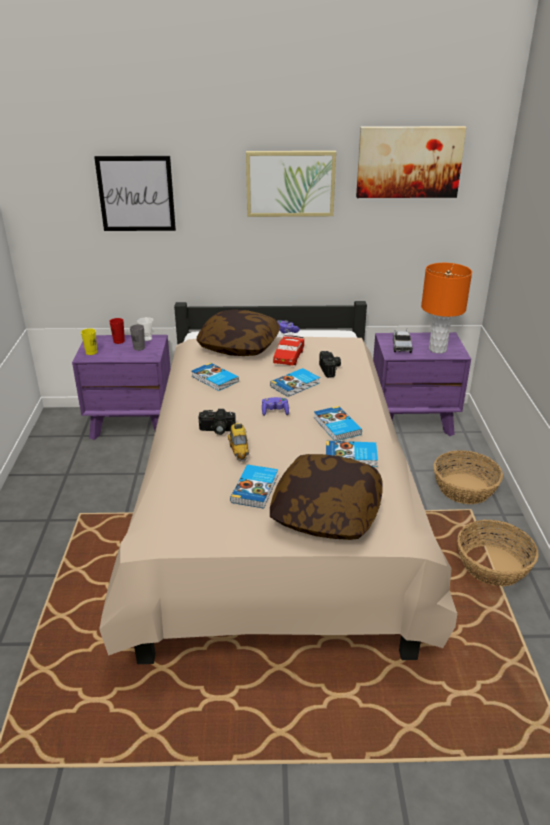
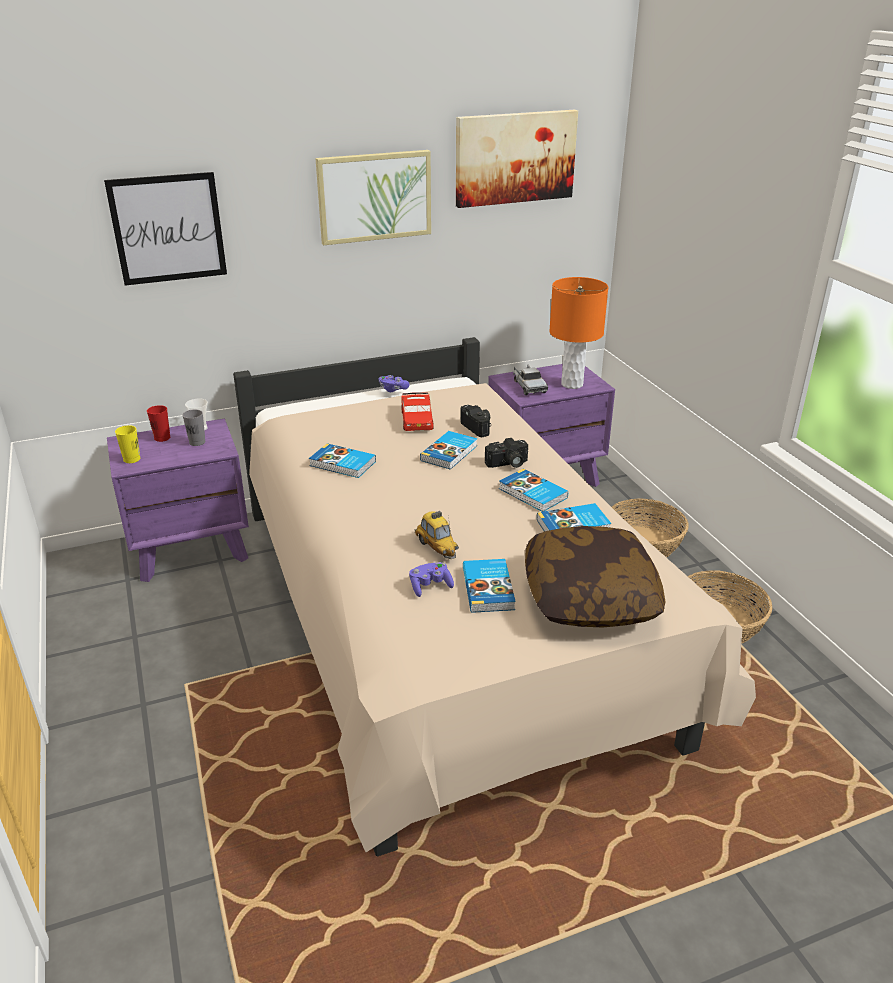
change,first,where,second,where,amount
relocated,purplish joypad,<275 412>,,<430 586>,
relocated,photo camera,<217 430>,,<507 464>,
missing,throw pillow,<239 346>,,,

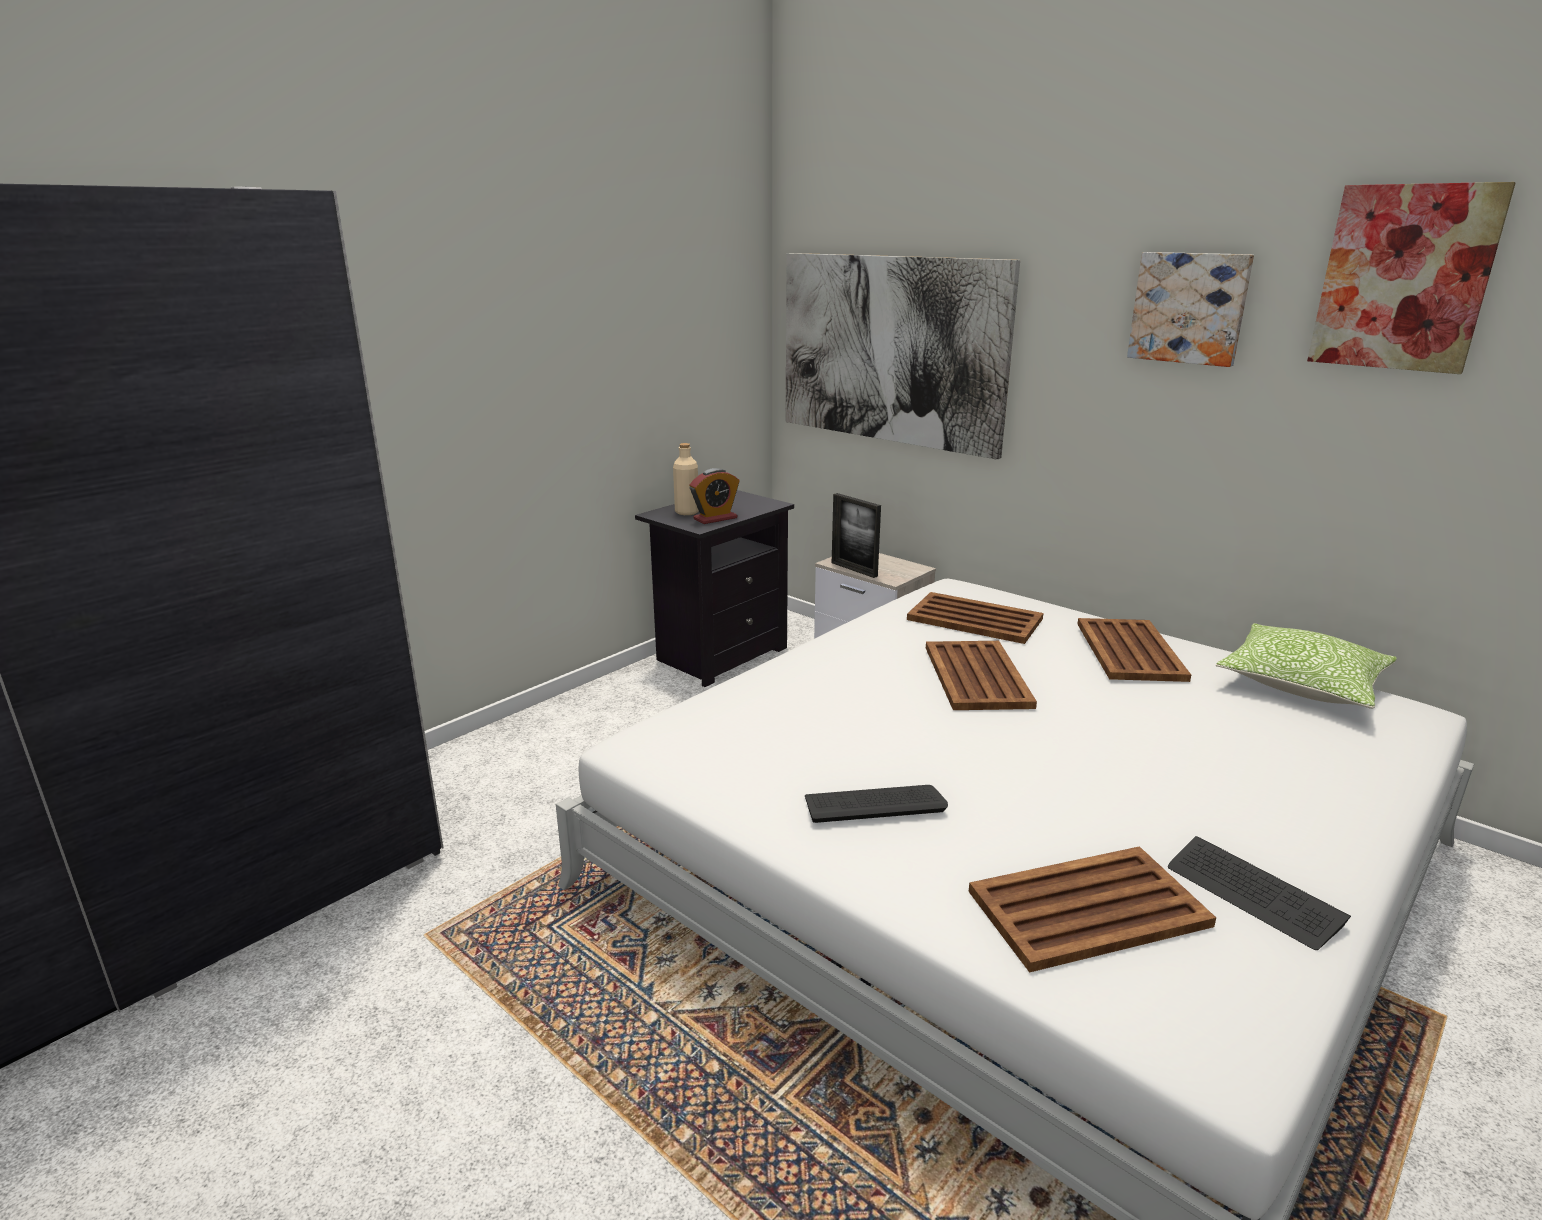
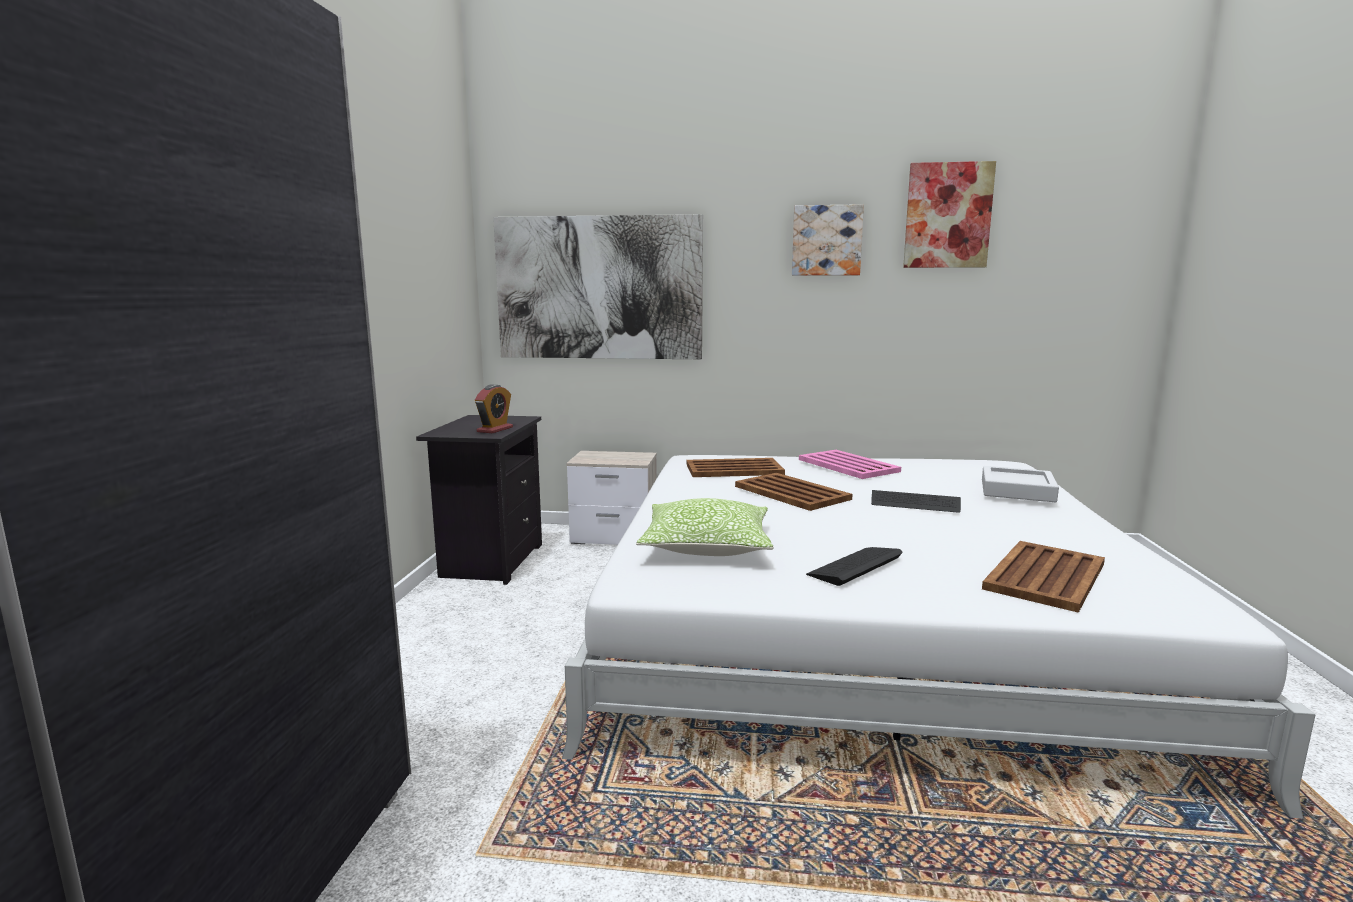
change,first,where,second,where,amount
relocated,throw pillow,<1302 684>,,<707 546>,
colour,brown tray,<1130 651>,pink tray,<848 466>,
relocated,computer keyboard,<1253 894>,,<915 503>,
appeared,,,grey tray,<1017 491>,
missing,sand-coloured drink bottle,<687 512>,,,
missing,standing frame,<854 569>,,,

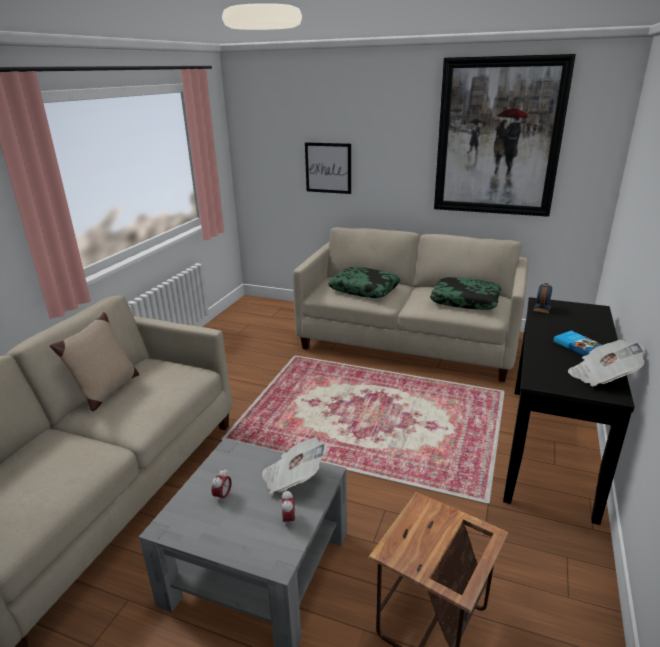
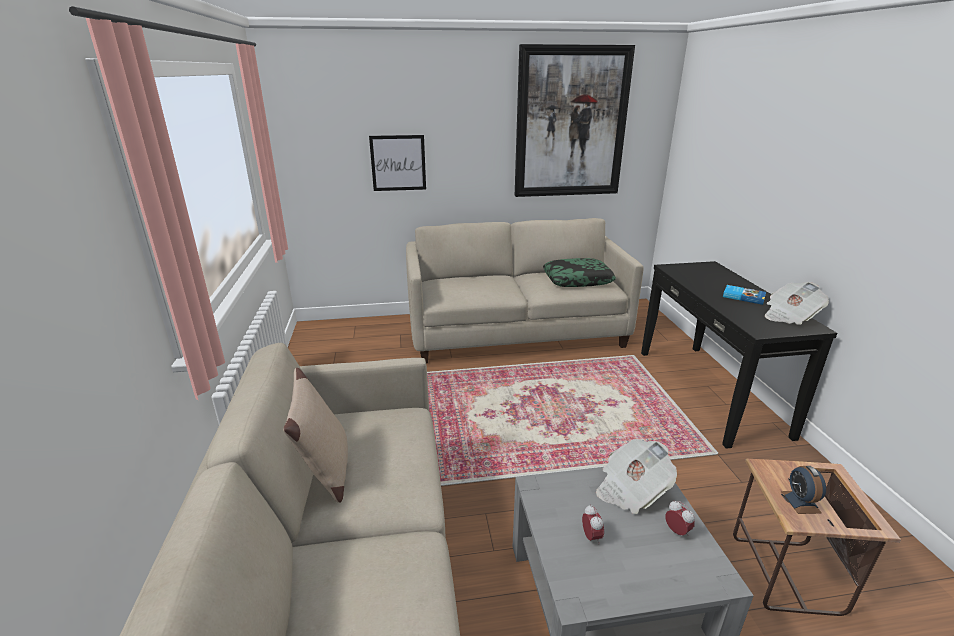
change,first,where,second,where,amount
relocated,bedside clock,<542 308>,,<800 502>,
missing,throw pillow,<364 289>,,,

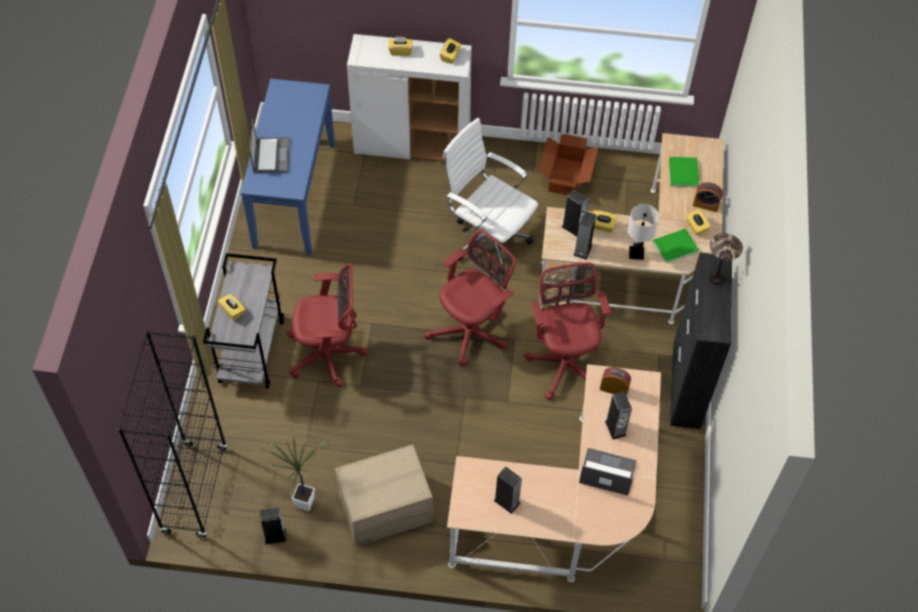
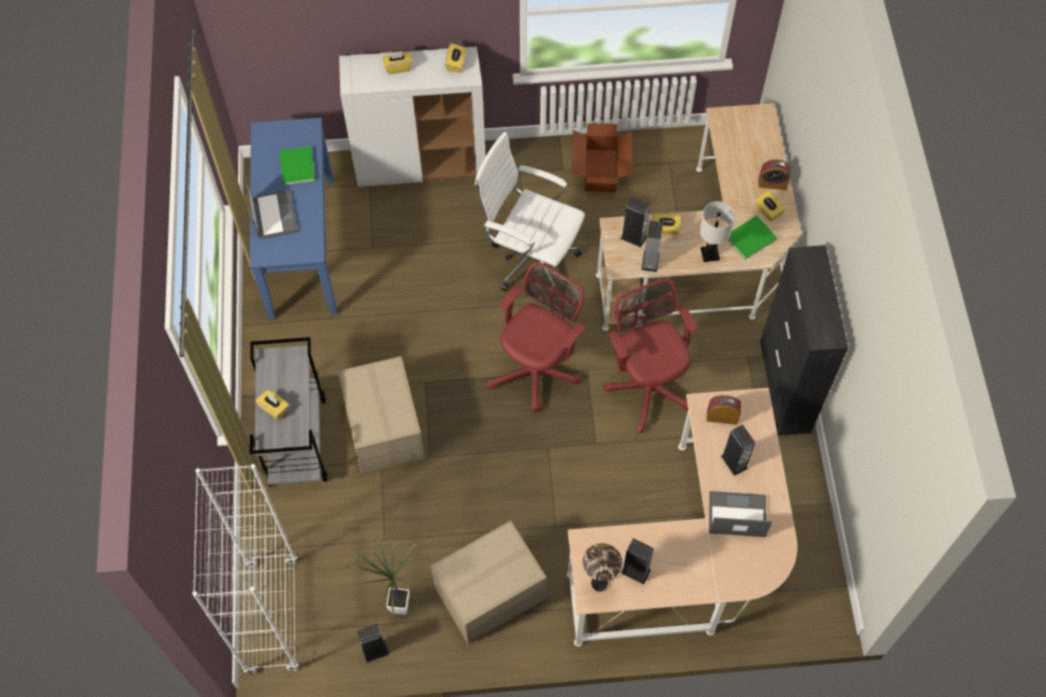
change,first,where,second,where,amount
colour,black-coloured bookshelf,<195 489>,white bookshelf,<272 616>,
relocated,green-coloured volume,<682 174>,,<296 168>,
exchanged,reddish desk chair,<329 355>,packing box,<385 428>,
relocated,lamp for a table,<716 278>,,<599 583>,

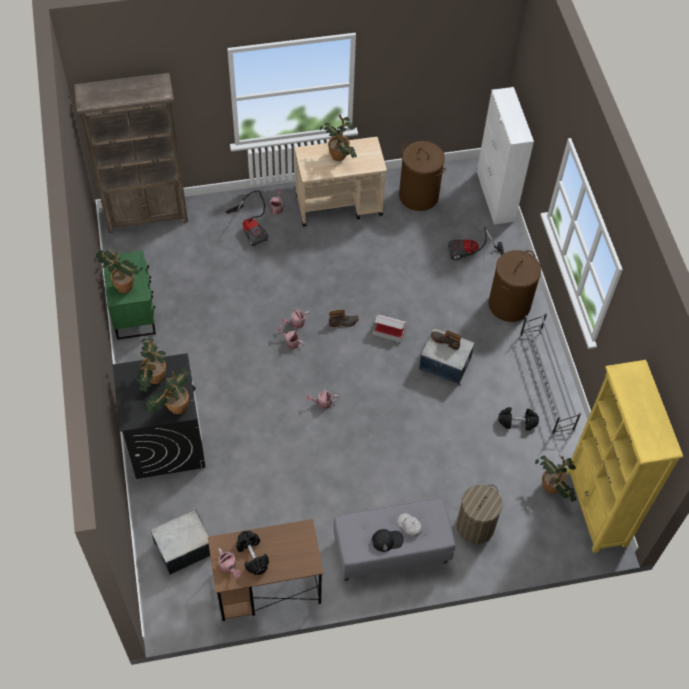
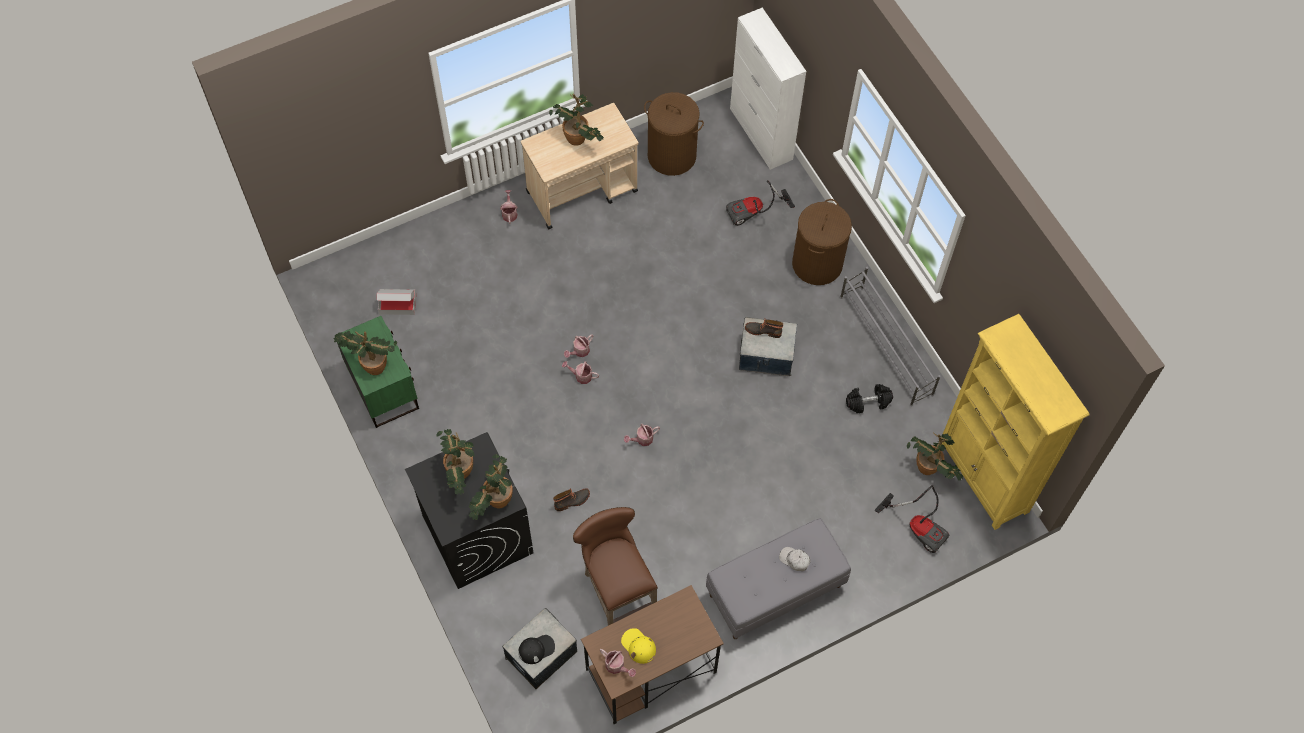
change,first,where,second,where,amount
relocated,packing box,<389 330>,,<397 304>,
relocated,black-coloured peaked cap,<387 540>,,<536 649>,
relocated,high-top boot,<343 322>,,<572 501>,
appeared,,,brown stool seat,<616 590>,
exchanged,black-coloured dumbbell,<252 556>,yellow-coloured peaked cap,<638 646>,
relocated,vacuum cleaner,<251 229>,,<918 527>,
missing,brown bookshelf,<147 215>,,,
missing,hamper,<475 526>,,,

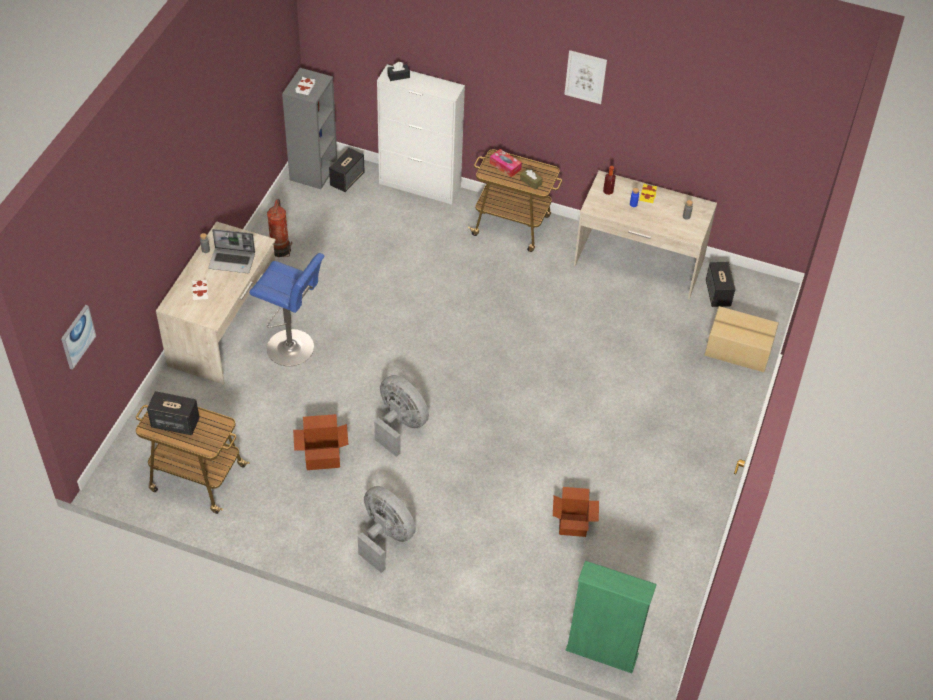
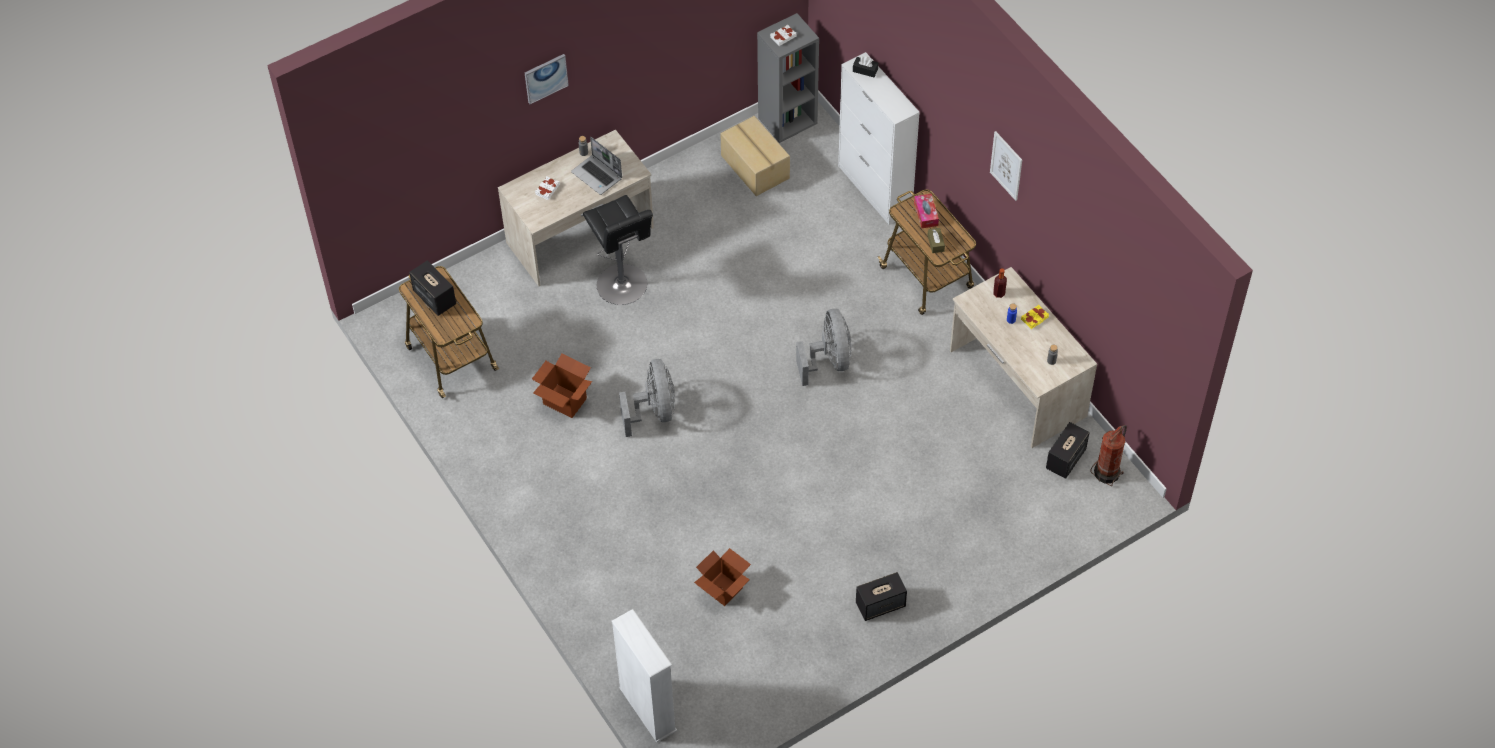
change,first,where,second,where,amount
relocated,wall art,<77 336>,,<545 78>,
colour,blue-coloured stool seat,<293 348>,black-coloured stool seat,<624 287>,
colour,green-coloured bookshelf,<601 652>,white bookshelf,<647 709>,
relocated,packing box,<738 350>,,<754 167>,
relocated,grey cooling fan,<385 538>,,<829 361>,
relocated,audio speaker,<347 179>,,<881 604>,
relocated,fire-fighting cylinder,<280 248>,,<1108 472>,

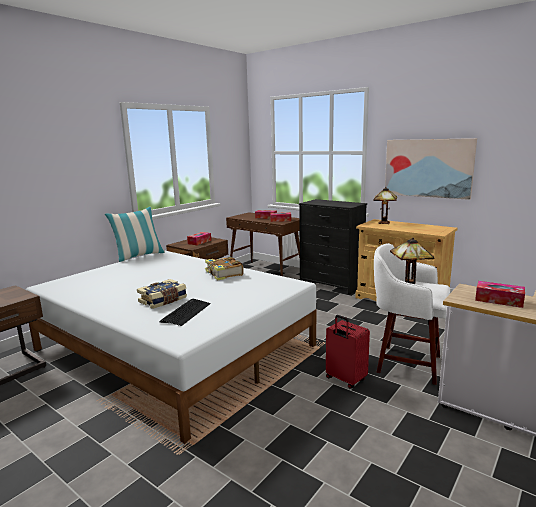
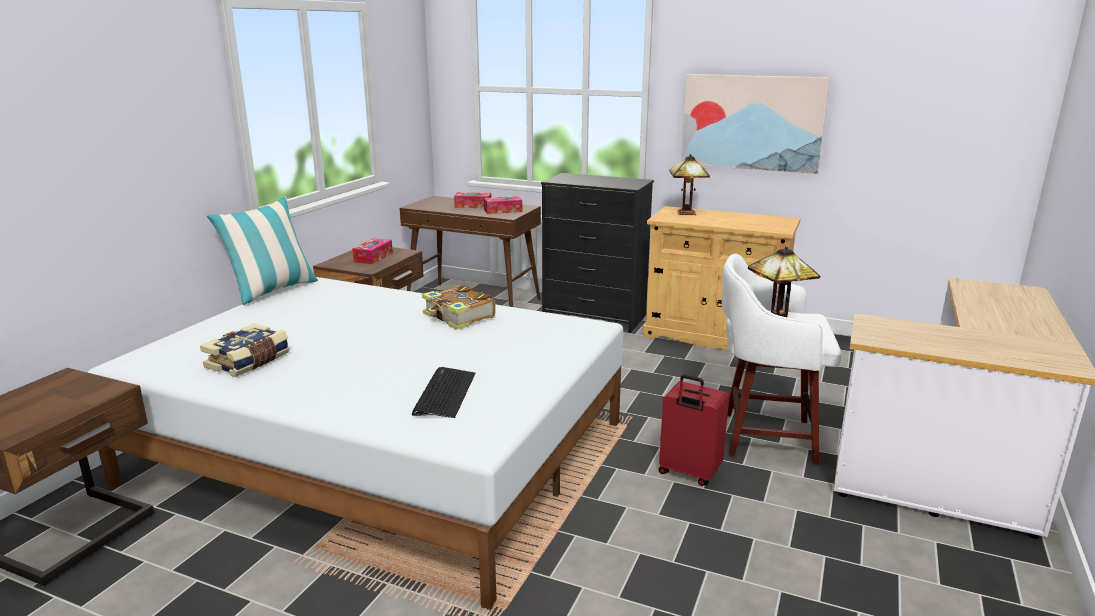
change,first,where,second,where,amount
relocated,volume,<163 301>,,<249 362>,
missing,tissue box,<499 300>,,,

